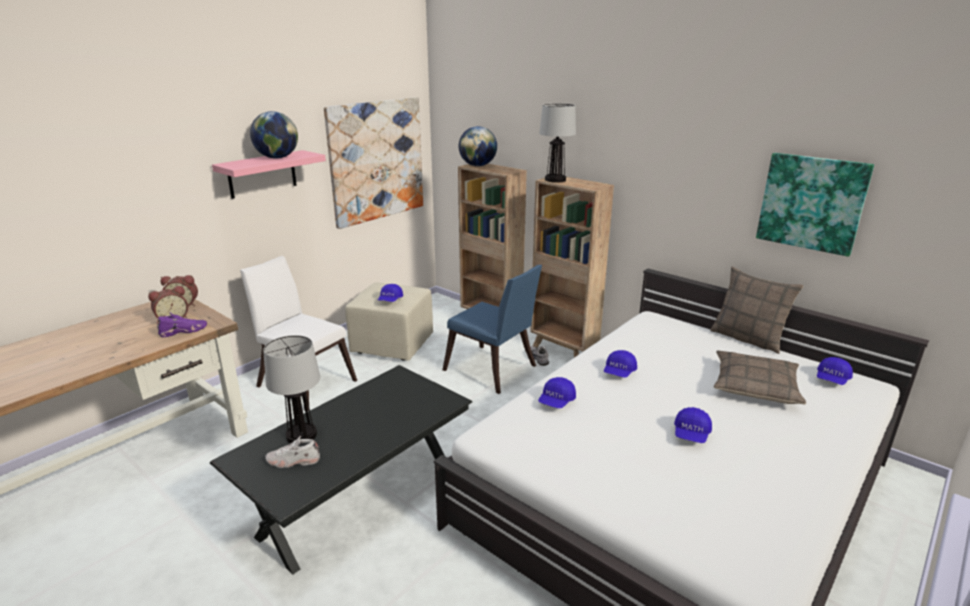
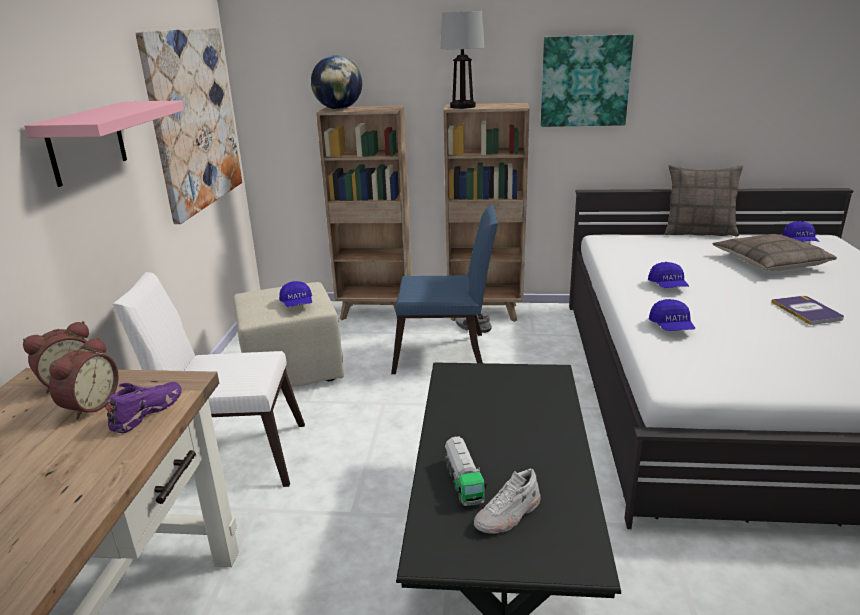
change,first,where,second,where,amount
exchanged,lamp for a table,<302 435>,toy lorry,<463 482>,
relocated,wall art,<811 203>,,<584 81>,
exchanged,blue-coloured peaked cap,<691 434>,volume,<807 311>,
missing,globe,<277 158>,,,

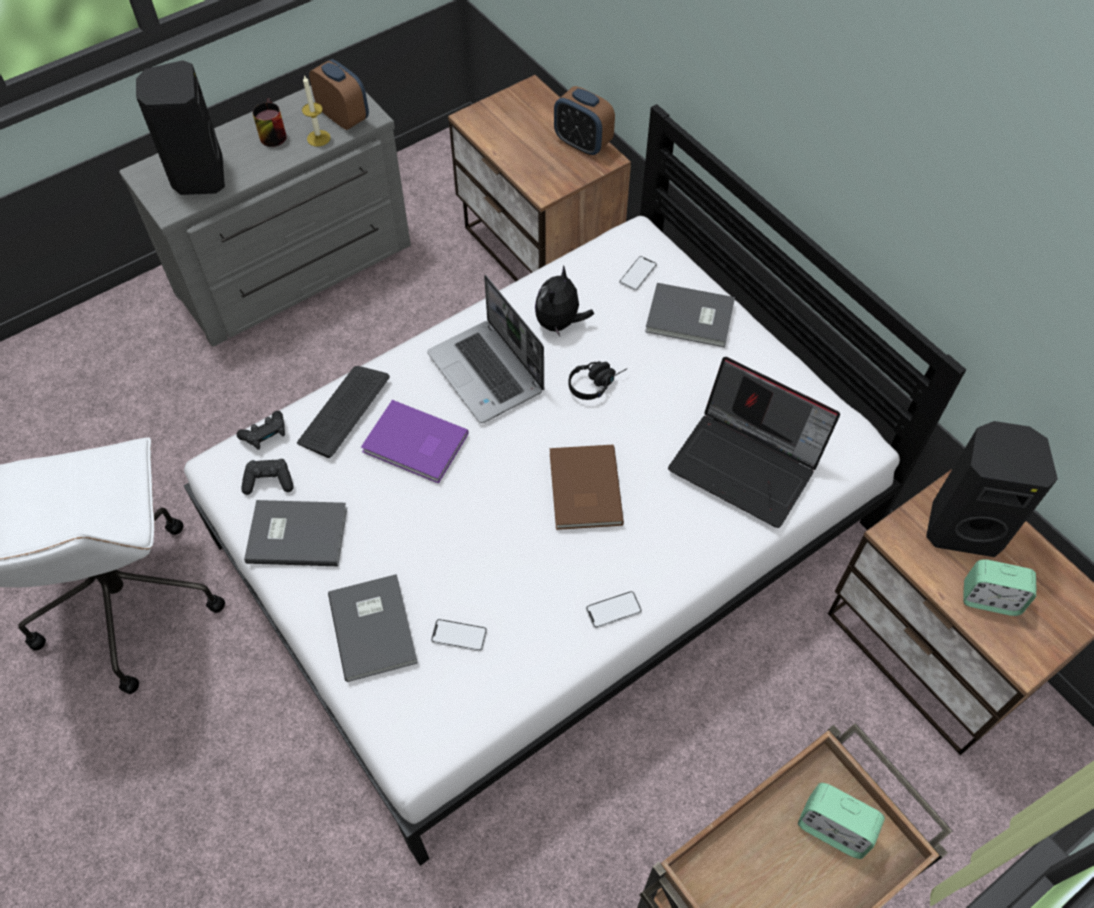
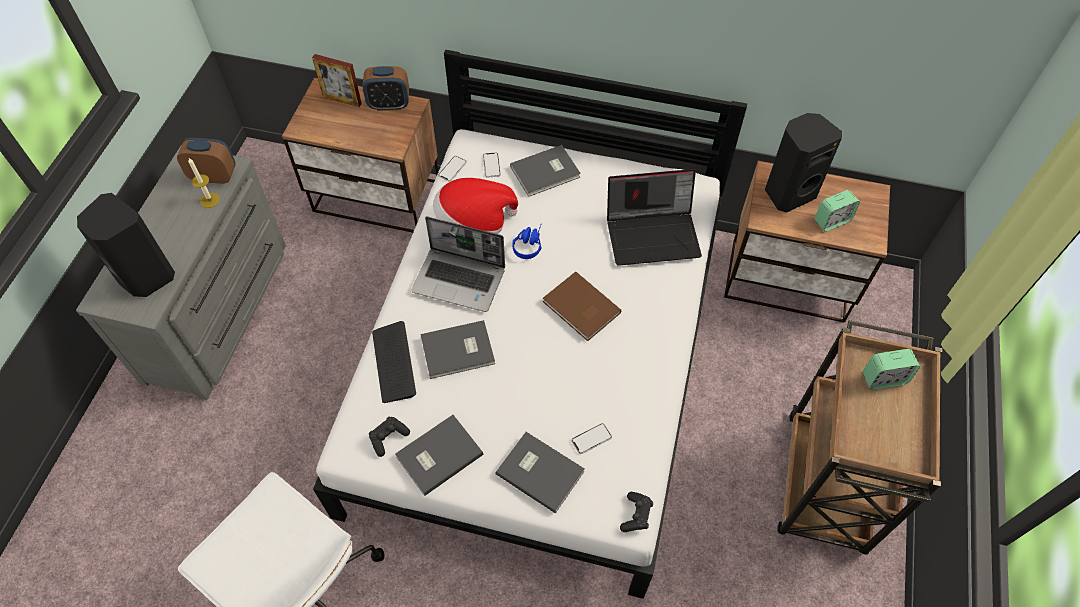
change,first,where,second,where,amount
appeared,,,standing frame,<342 100>,
colour,purplish volume,<415 445>,grey volume,<459 352>,
exchanged,plush toy,<560 323>,hat,<474 223>,
relocated,telephone,<613 610>,,<452 169>,
colour,black-coloured headset,<596 383>,blue-coloured headset,<529 243>,
relocated,black-coloured joypad,<265 435>,,<636 515>,
missing,mug,<271 134>,,,

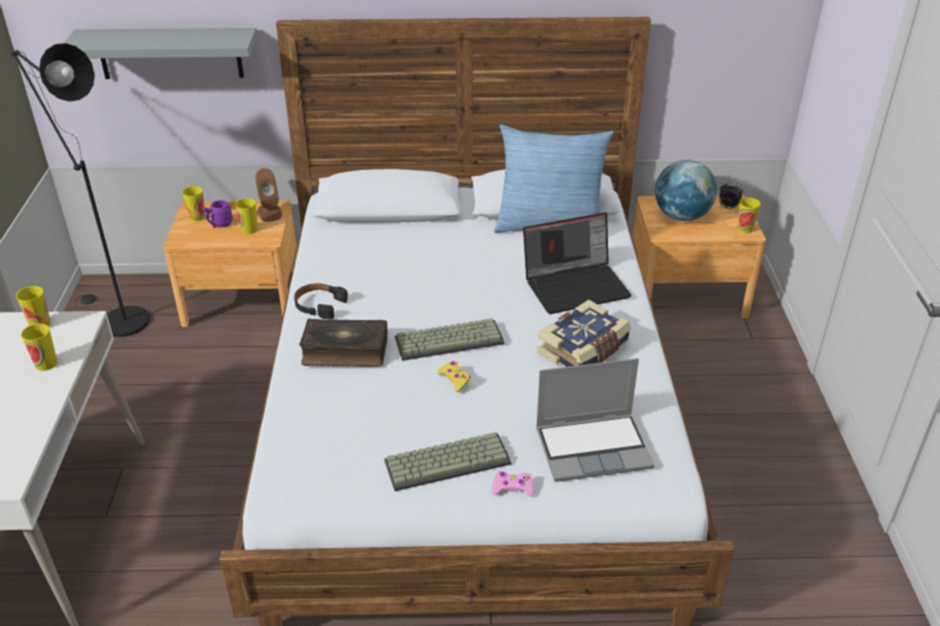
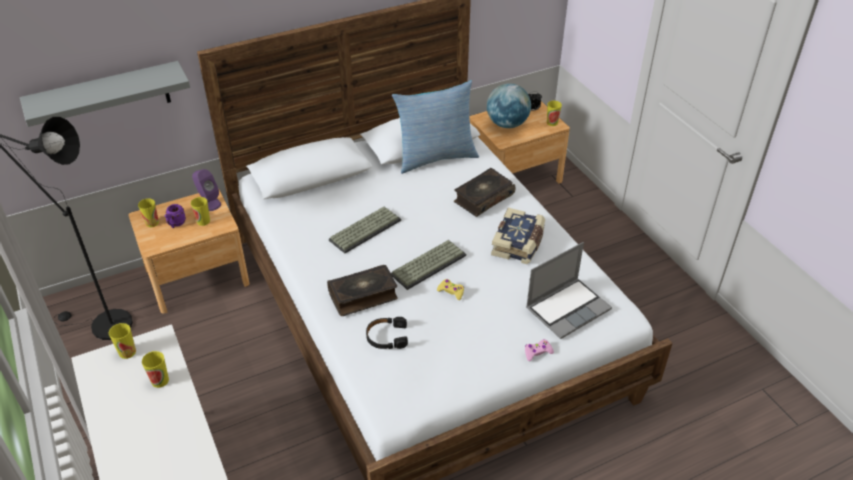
change,first,where,second,where,amount
colour,brown audio speaker,<269 212>,purplish audio speaker,<208 202>,
relocated,computer keyboard,<448 460>,,<365 229>,
relocated,black-coloured headset,<319 305>,,<386 337>,
exchanged,notebook computer,<576 285>,volume,<483 198>,

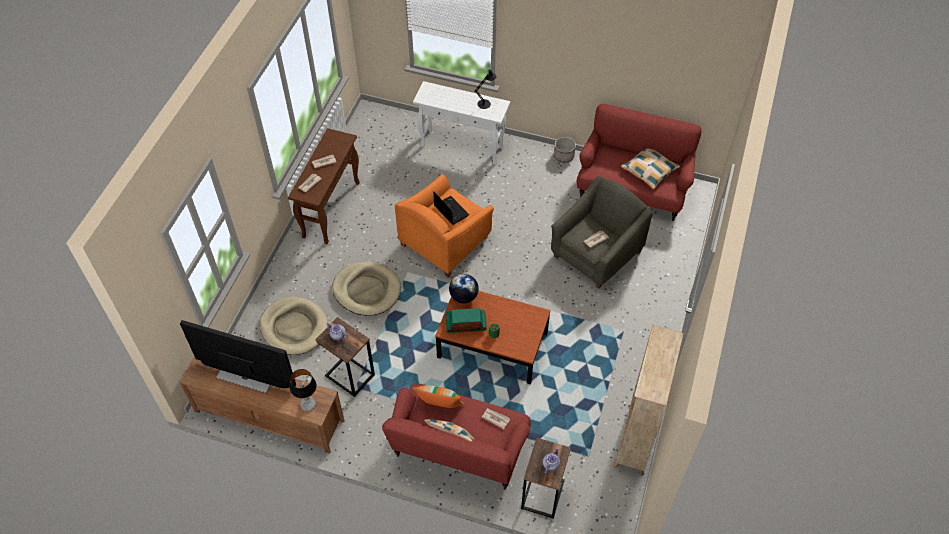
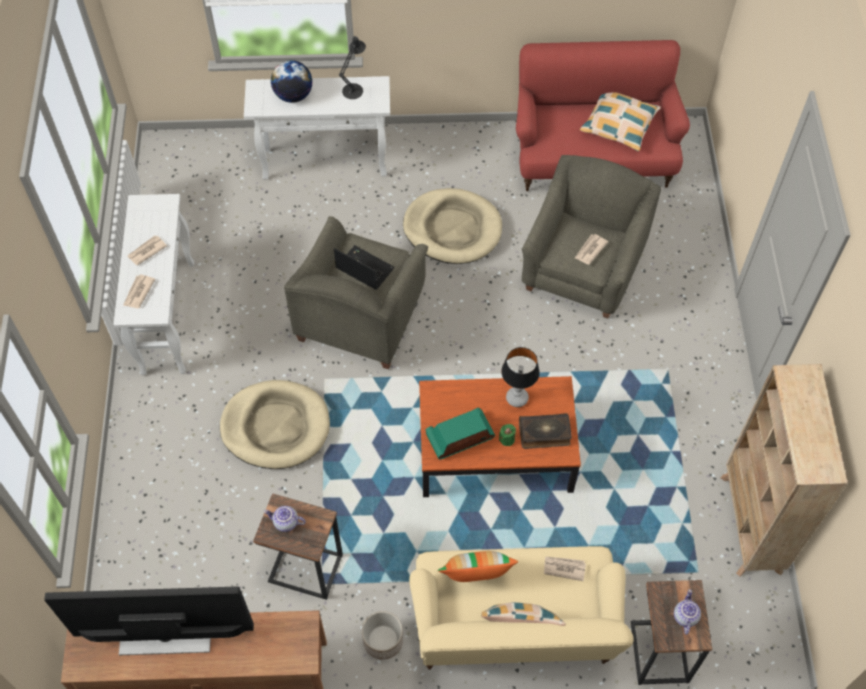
change,first,where,second,where,amount
colour,brown console table,<331 209>,white console table,<168 316>,
relocated,globe,<464 296>,,<293 95>,
colour,orange easy chair,<445 242>,grey easy chair,<361 315>,
relocated,planter,<564 156>,,<383 640>,
relocated,sand-coloured dog bed,<294 327>,,<452 229>,
colour,reddish sofa,<459 450>,sand-coloured sofa,<514 627>,
relocated,lamp for a table,<308 404>,,<516 398>,
appeared,,,volume,<544 434>,

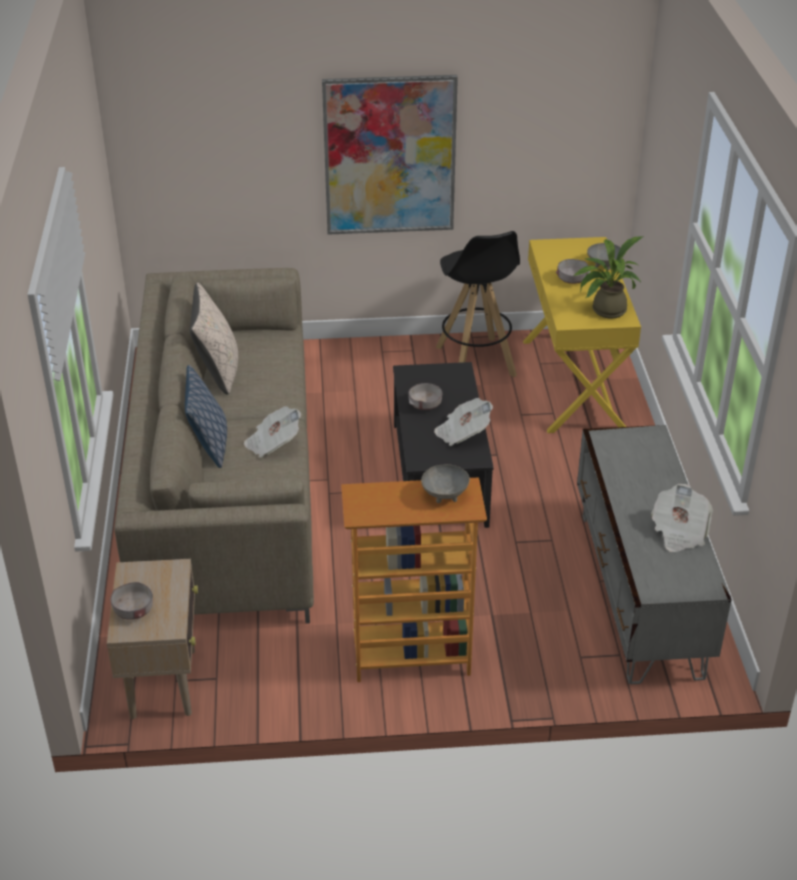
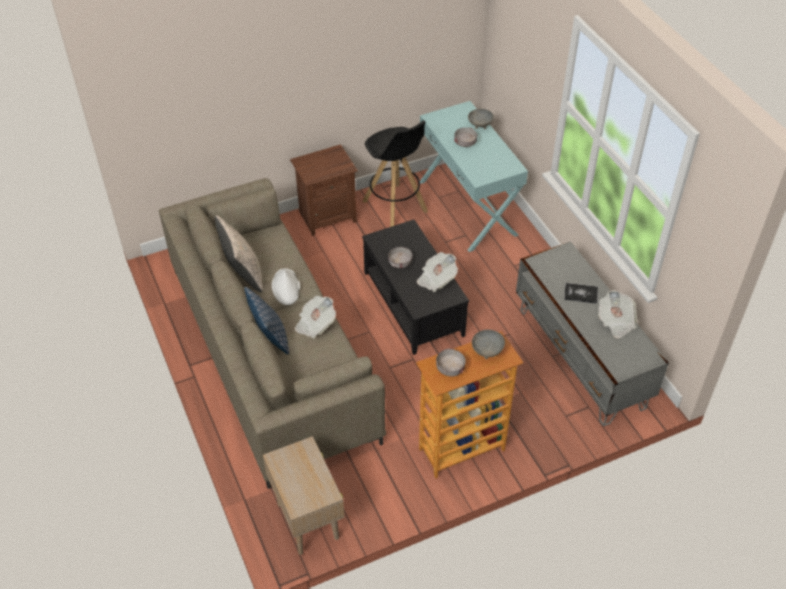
change,first,where,second,where,amount
appeared,,,white hat,<286 287>,
appeared,,,brown bedside table,<327 216>,
colour,yellow-coloured console table,<573 383>,turquoise console table,<468 207>,
relocated,grey deep dish,<133 610>,,<450 368>,
appeared,,,volume,<580 294>,
missing,wall art,<390 156>,,,
missing,houseplant,<604 311>,,,

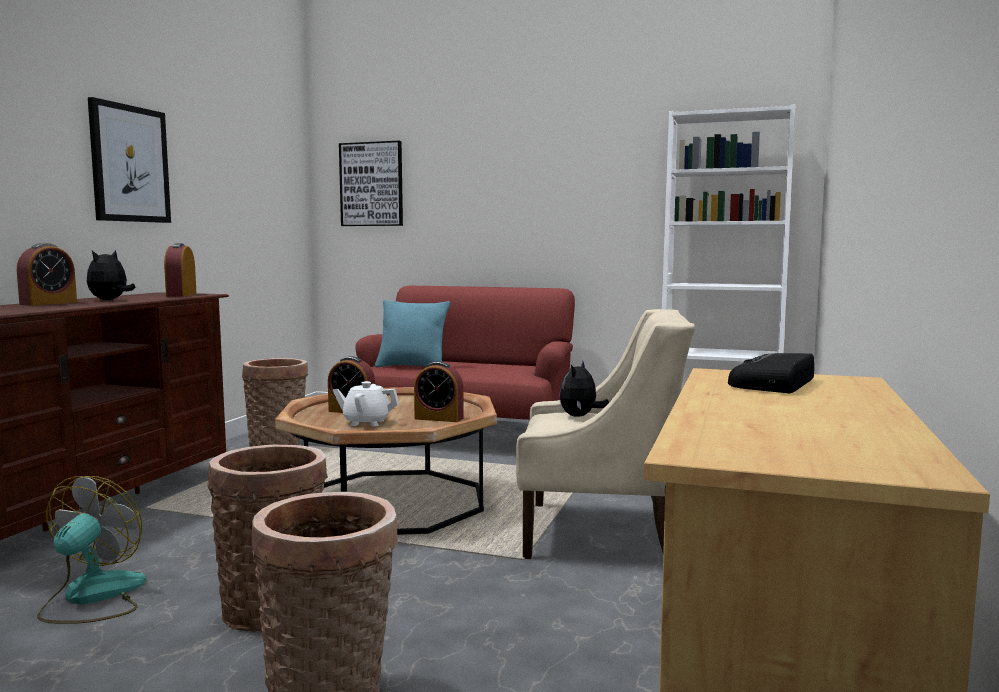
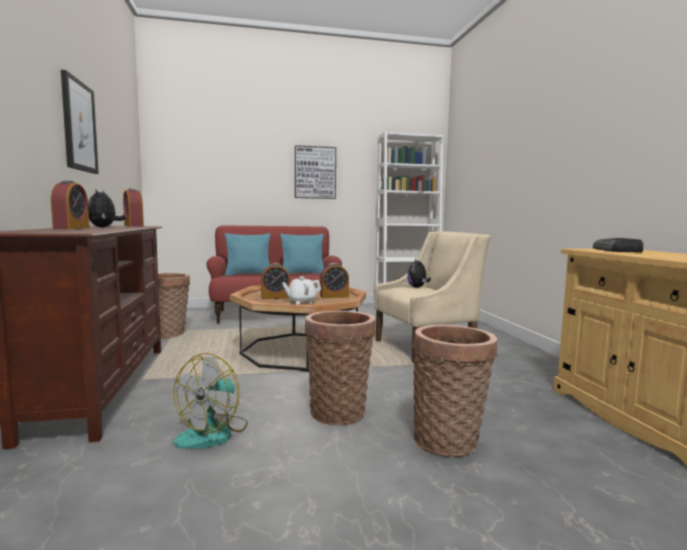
change,first,where,second,where,amount
spun,cooling fan,<92 597>,,<213 433>,135 degrees counterclockwise
appeared,,,turquoise throw pillow,<302 274>,
relocated,wall art,<372 184>,,<315 172>,

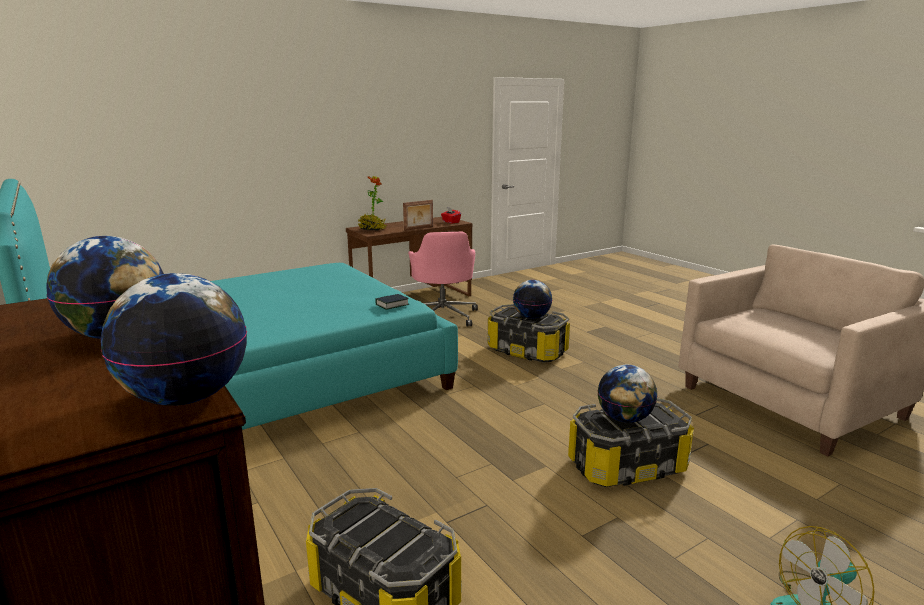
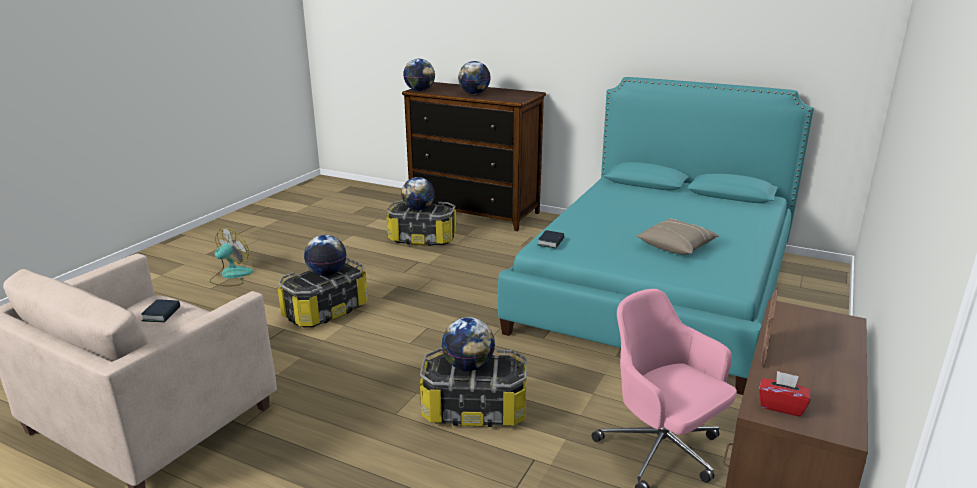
change,first,where,second,where,amount
appeared,,,volume,<161 314>,
appeared,,,globe,<418 209>,
appeared,,,sand-coloured throw pillow,<676 246>,
missing,houseplant,<372 229>,,,

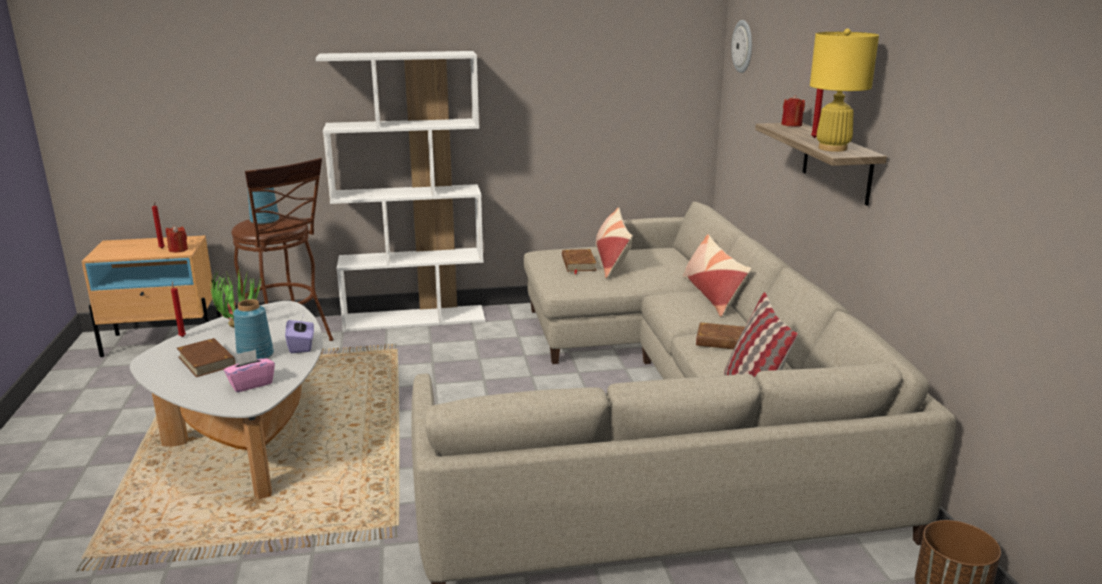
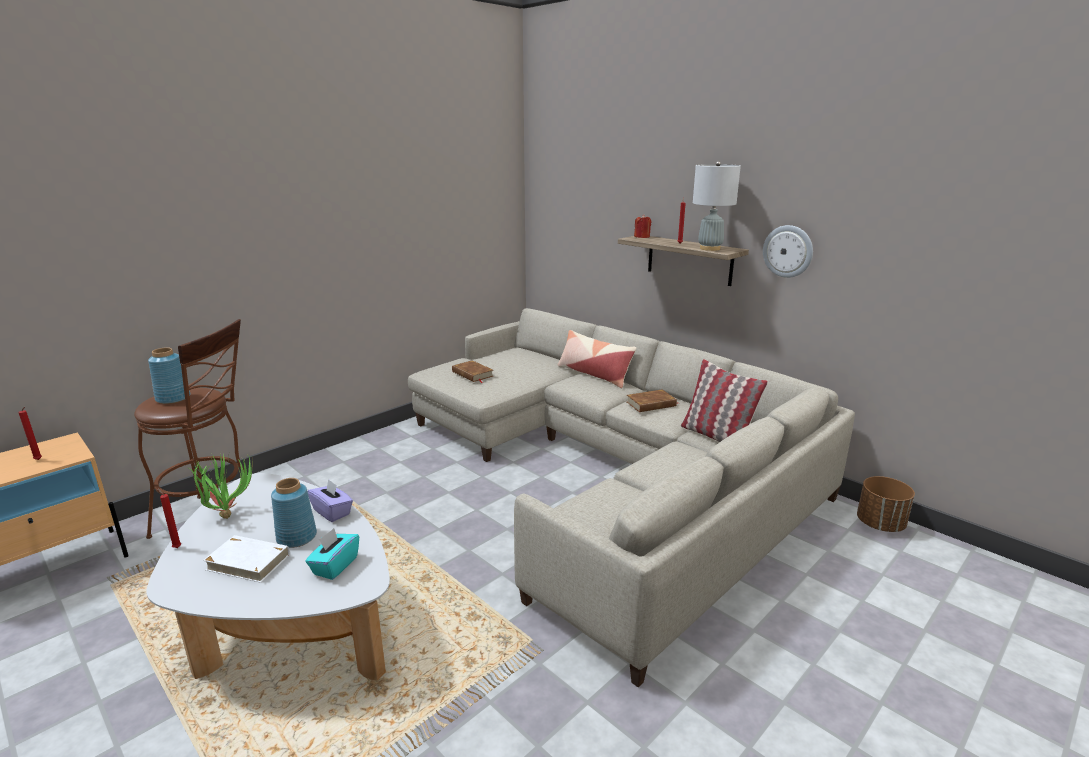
change,first,where,second,where,amount
colour,brown volume,<207 361>,white volume,<248 562>,
colour,pink tissue box,<251 384>,turquoise tissue box,<335 566>,
colour,yellow-coloured lamp for a table,<832 148>,grey lamp for a table,<709 248>,
relocated,wall clock,<743 46>,,<788 251>,
missing,reddish wax candle,<178 249>,,,
missing,white bookshelf,<415 318>,,,
missing,throw pillow,<612 261>,,,

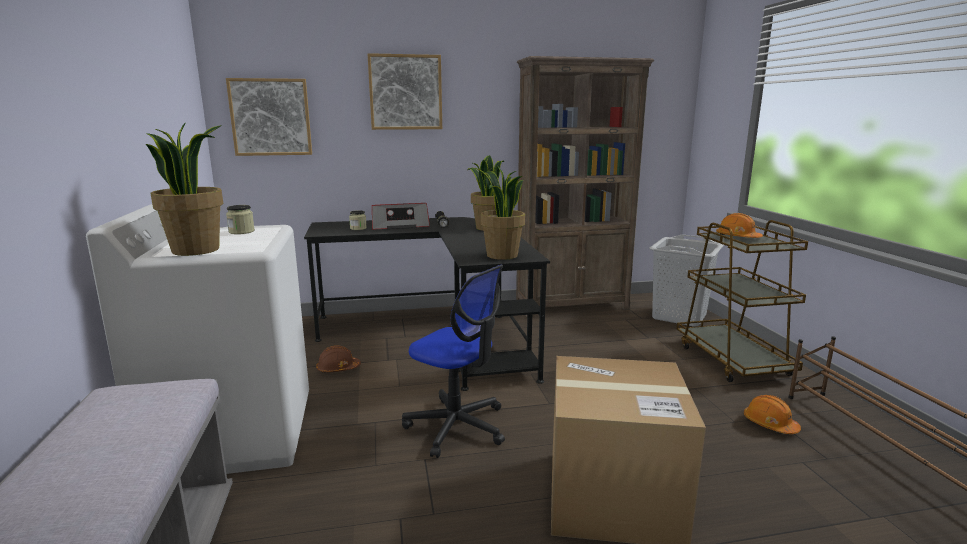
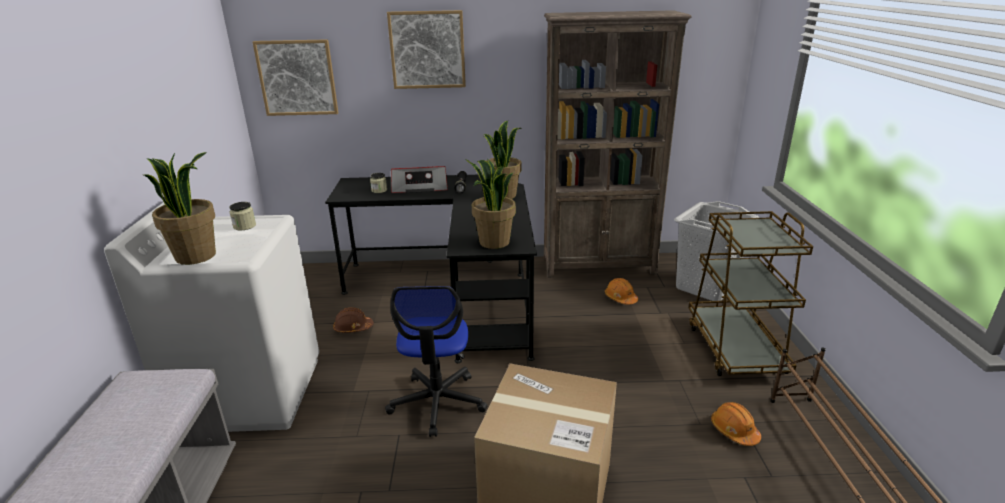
change,first,where,second,where,amount
spun,desk chair,<457 426>,,<437 402>,45 degrees clockwise
relocated,orange safety helmet,<737 237>,,<620 298>,

